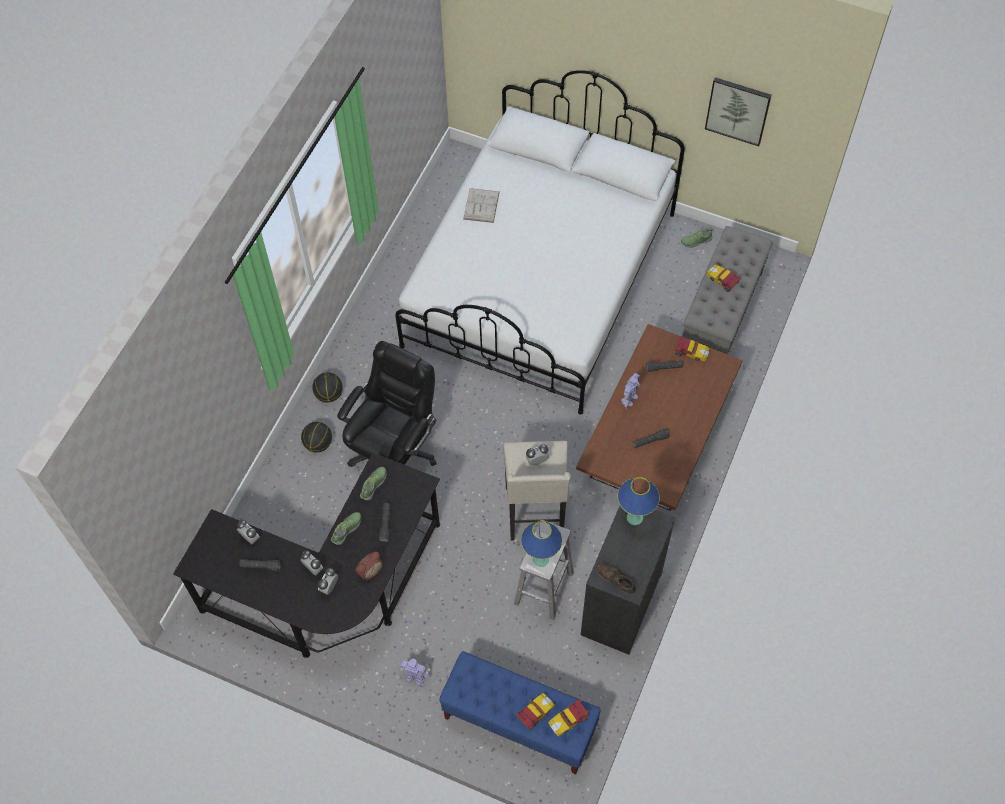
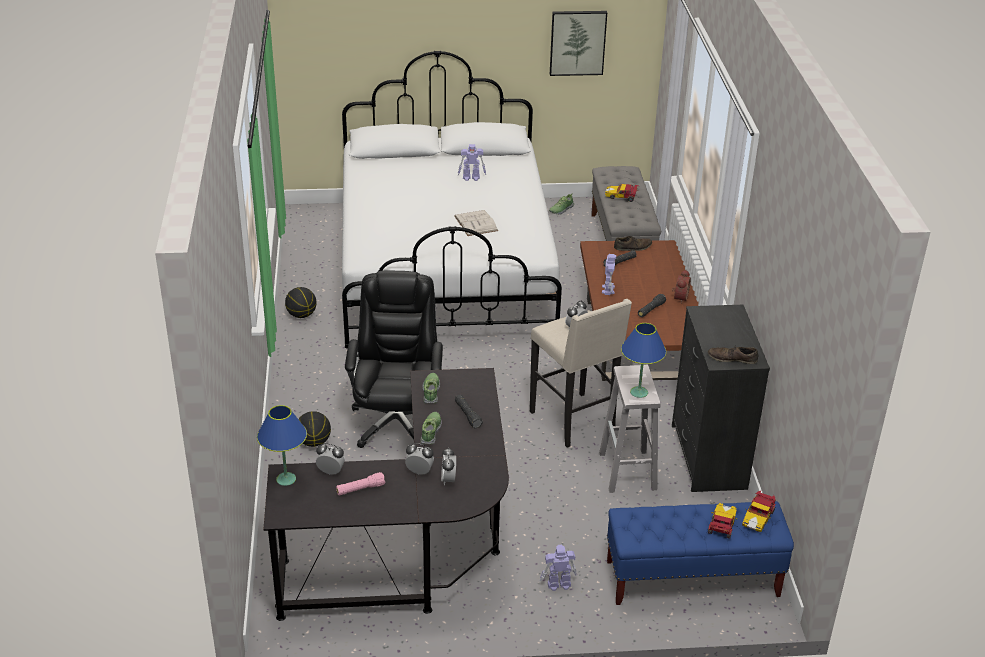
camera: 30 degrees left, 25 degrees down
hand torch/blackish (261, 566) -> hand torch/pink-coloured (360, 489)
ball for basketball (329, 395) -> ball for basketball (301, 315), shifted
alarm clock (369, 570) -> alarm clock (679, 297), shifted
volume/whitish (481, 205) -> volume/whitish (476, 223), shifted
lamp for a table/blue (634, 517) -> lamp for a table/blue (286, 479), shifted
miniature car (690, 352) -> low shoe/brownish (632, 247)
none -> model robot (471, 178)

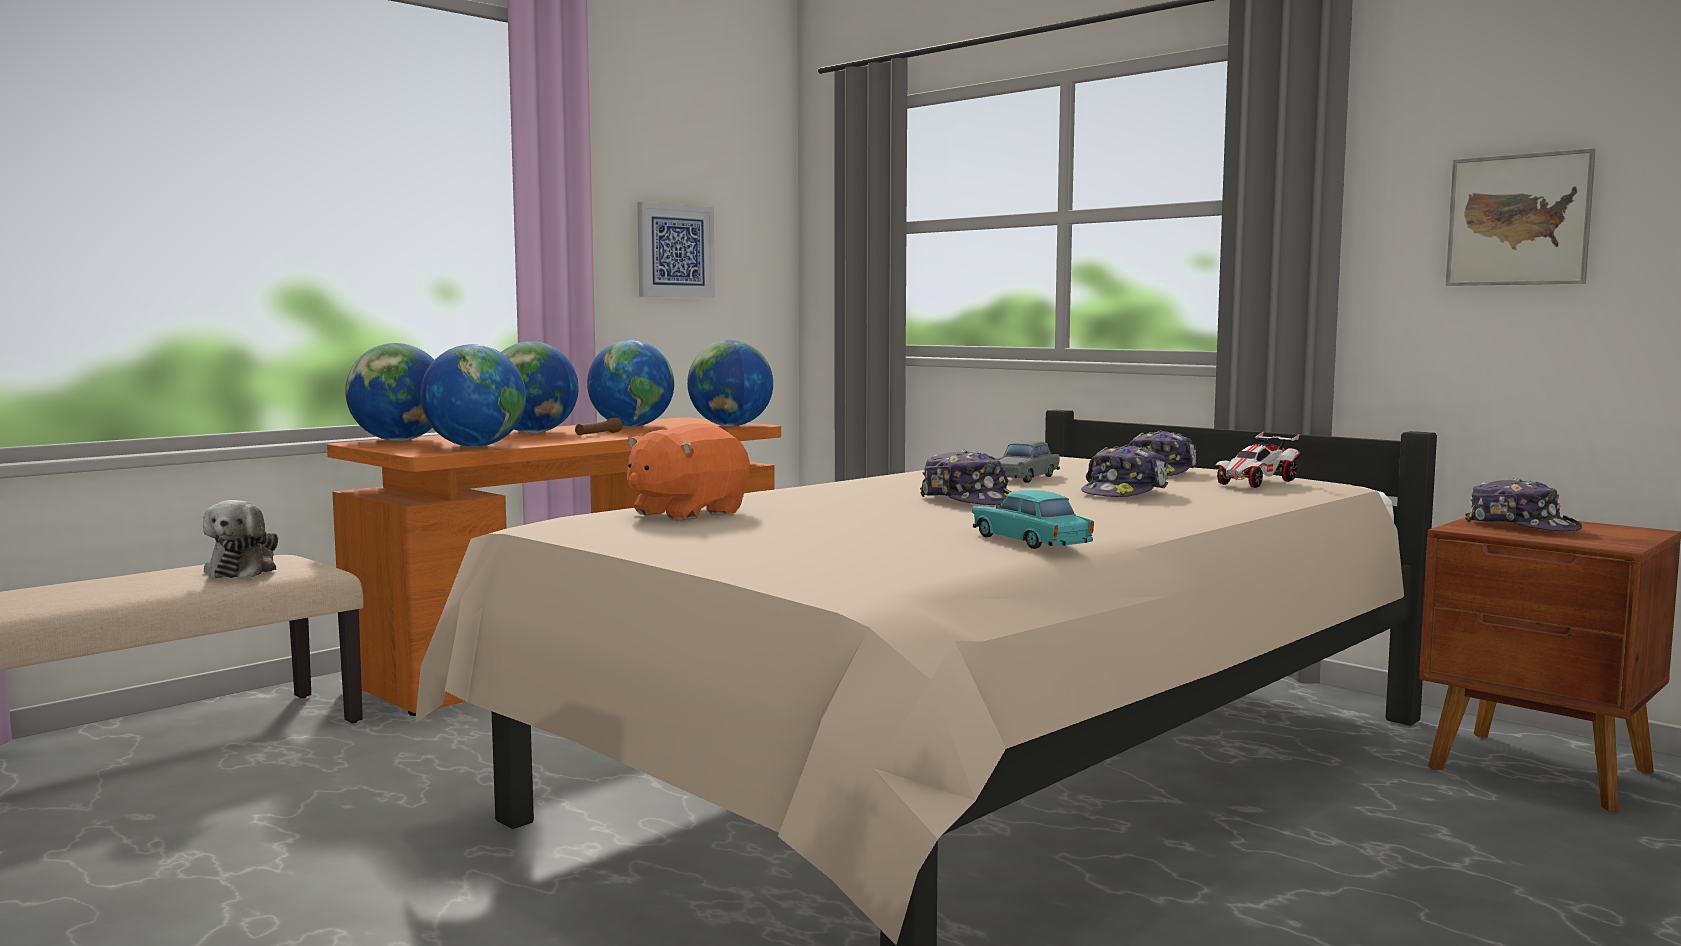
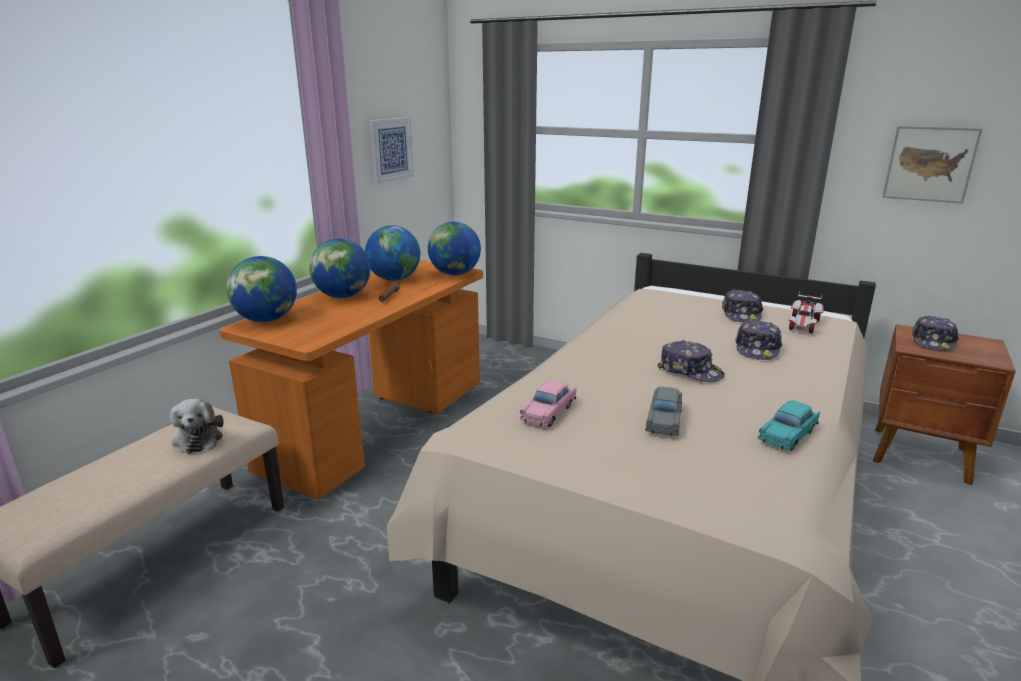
camera: 15 degrees left, 15 degrees up
world globe (475, 446) -> none
soft toy/orange (686, 513) -> miniature car/pink-coloured (549, 412)
miniature car/turquoise-coloured (1030, 541) -> miniature car/turquoise-coloured (788, 435), 90 degrees counterclockwise
miniature car/greyish (1025, 478) -> miniature car/greyish (664, 420), shifted
peaked cap (1522, 526) -> peaked cap (933, 342), 75 degrees clockwise

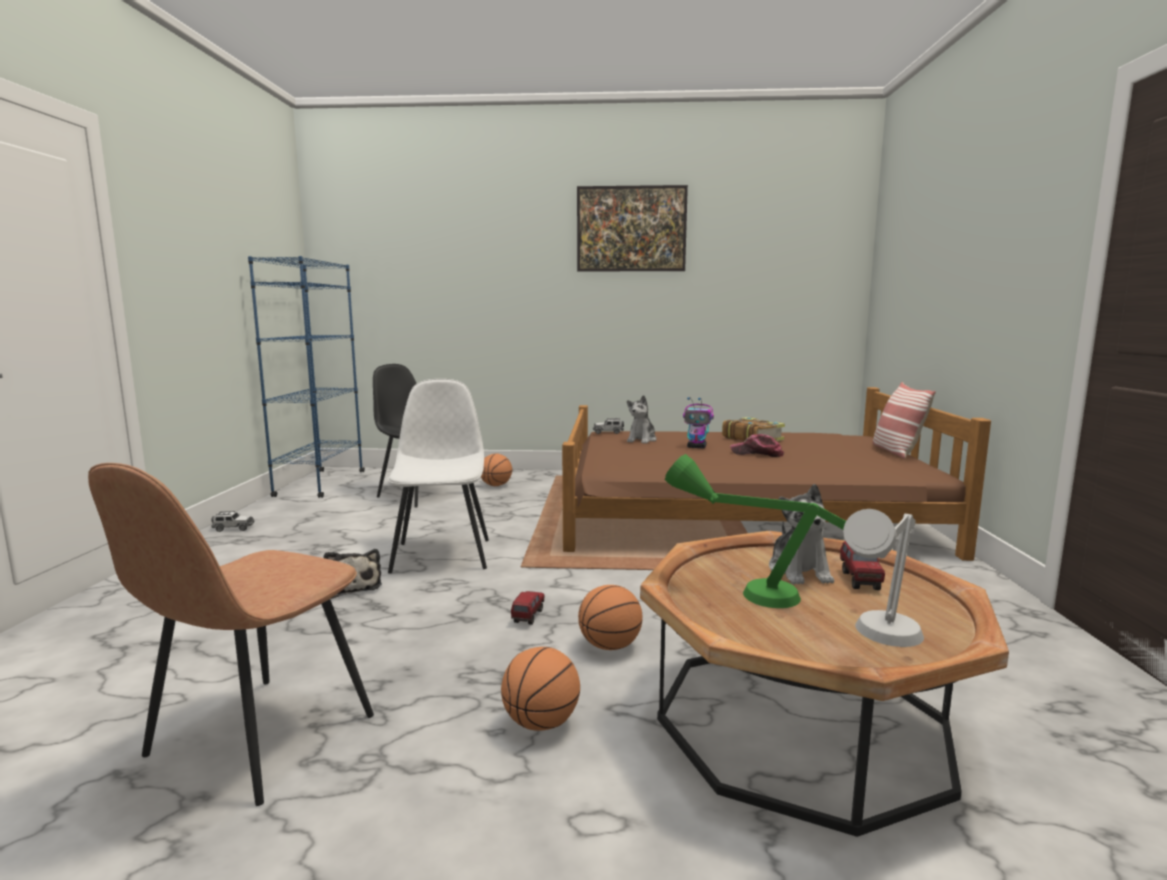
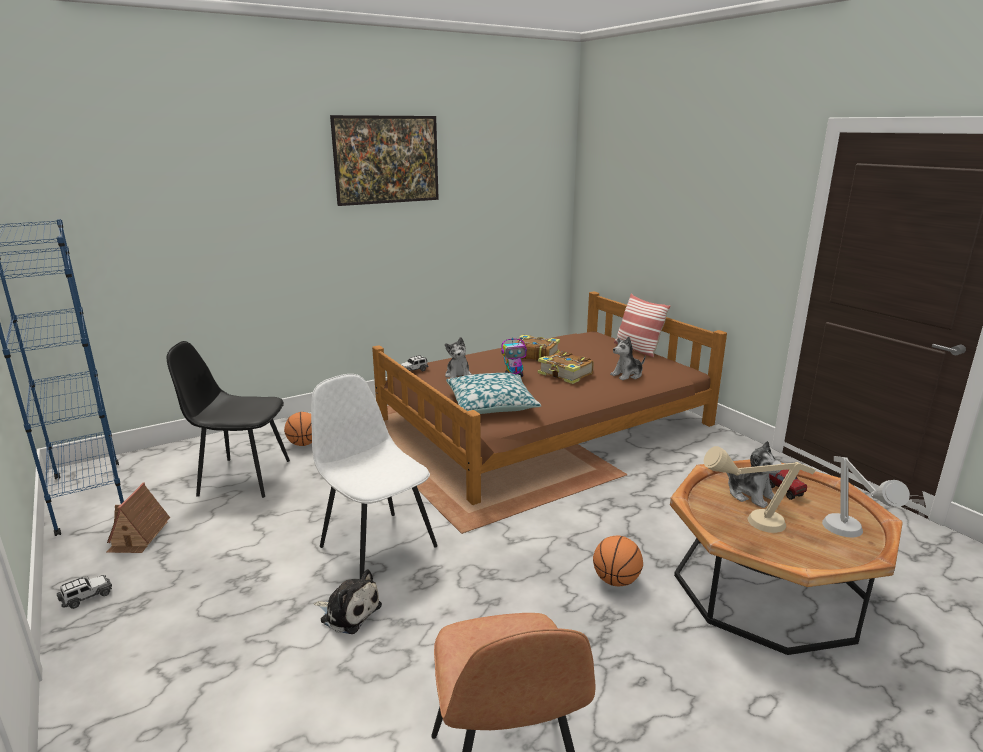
camera: 35 degrees left, 10 degrees up
ball for basketball (541, 723) -> none
model truck (528, 617) -> none
lamp for a table/greenish (742, 590) -> lamp for a table/sand-coloured (748, 523)
peaked cap (757, 453) -> volume (565, 375)
none -> toy house (138, 536)
none -> pillow (491, 404)
none -> soft toy (627, 375)

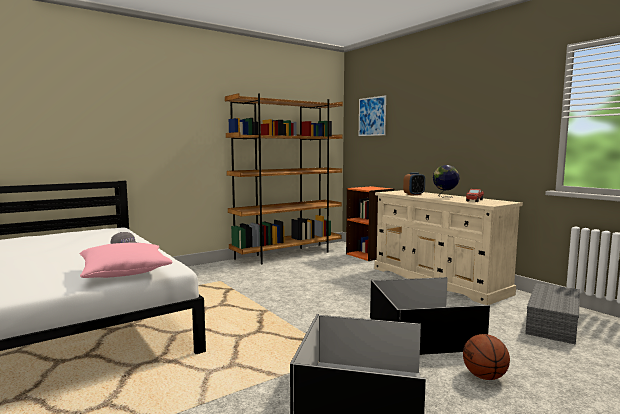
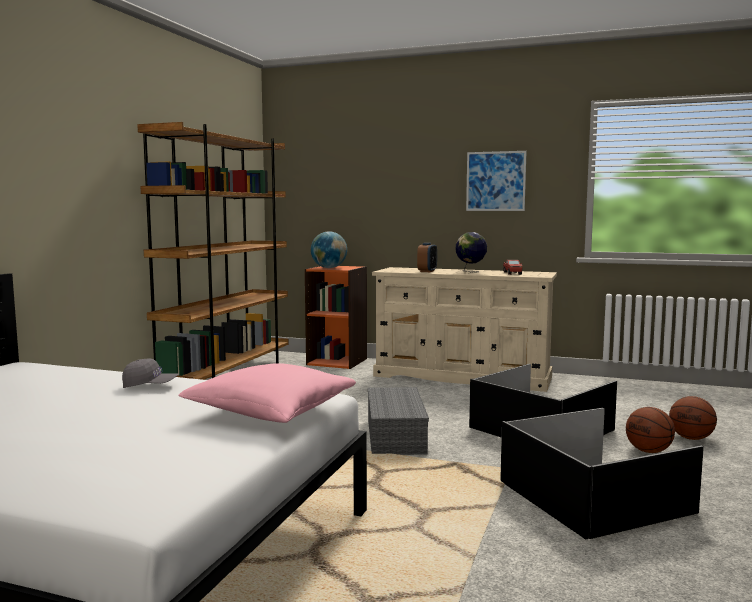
camera: 35 degrees left, 0 degrees up
wall art (372, 116) -> wall art (495, 181), shifted
storage box/greyish (551, 323) -> storage box/greyish (394, 435), shifted
none -> world globe (329, 268)
none -> ball for basketball (691, 438)

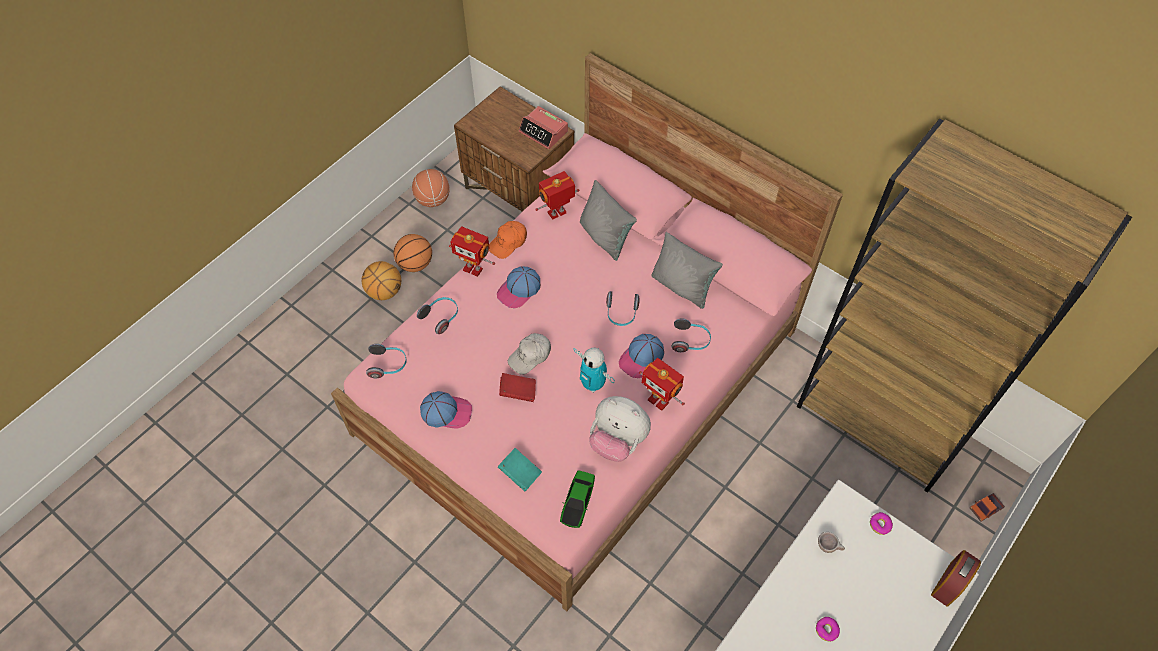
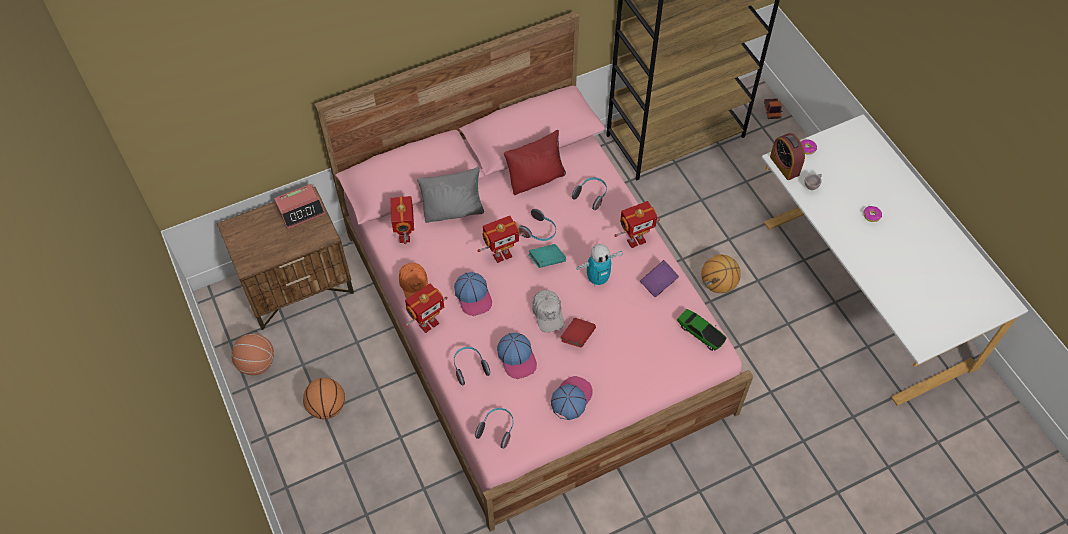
camera: 65 degrees left, 0 degrees up
ball for basketball (384, 292) -> ball for basketball (718, 284), shifted
volume/turquoise-coloured (520, 473) -> volume/turquoise-coloured (547, 261), shifted
soft toy (617, 441) -> volume/purple-coloured (658, 283)
peaked cap (641, 358) -> peaked cap (517, 357), shifted
pillow/greyish (682, 287) -> pillow/red-coloured (536, 178)
alarm clock (949, 583) -> alarm clock (784, 166), shifted
none -> model robot (502, 255)

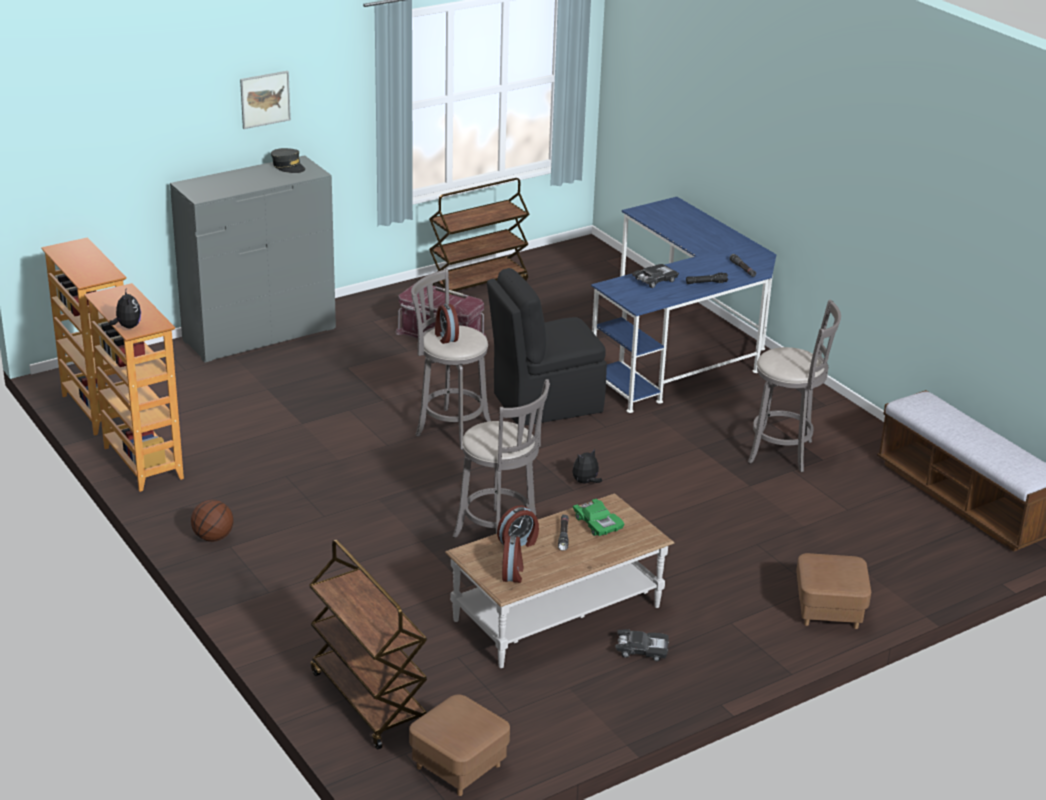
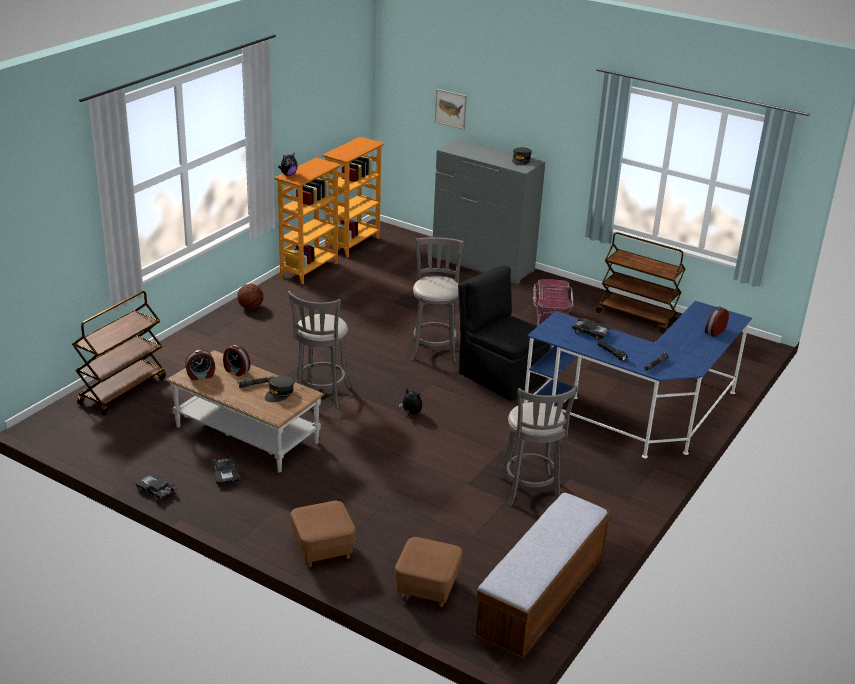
camera: 65 degrees right, 0 degrees up
wall art (265, 99) -> wall art (450, 108), shifted
pouffe/brownish (459, 766) -> pouffe/brownish (427, 587), shifted
alarm clock (445, 337) -> alarm clock (714, 331), shifted
miniature car/greenish (597, 523) -> peaked cap/greyish (279, 393)
none -> miniature car/blackish (156, 490)

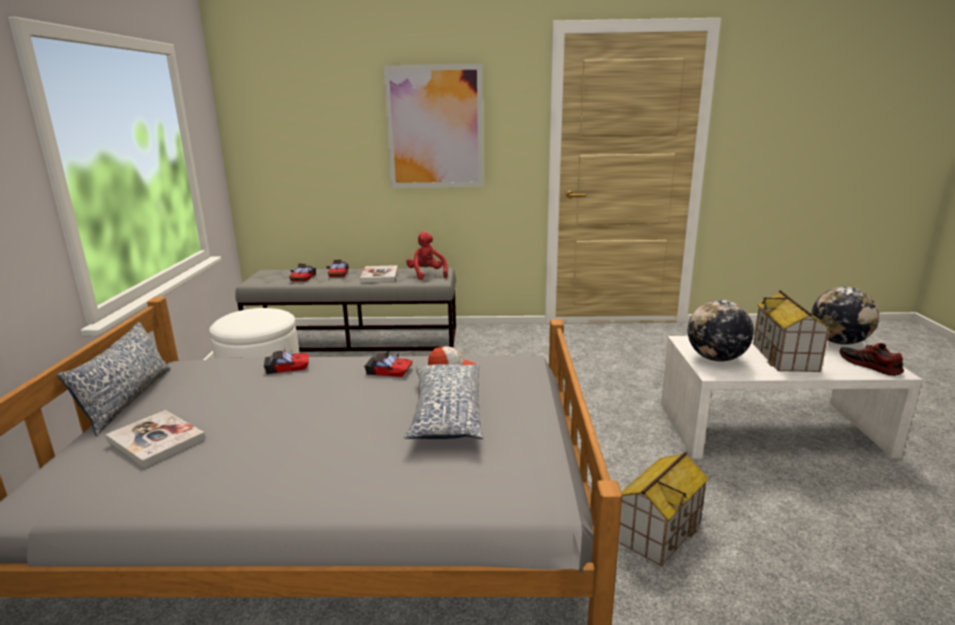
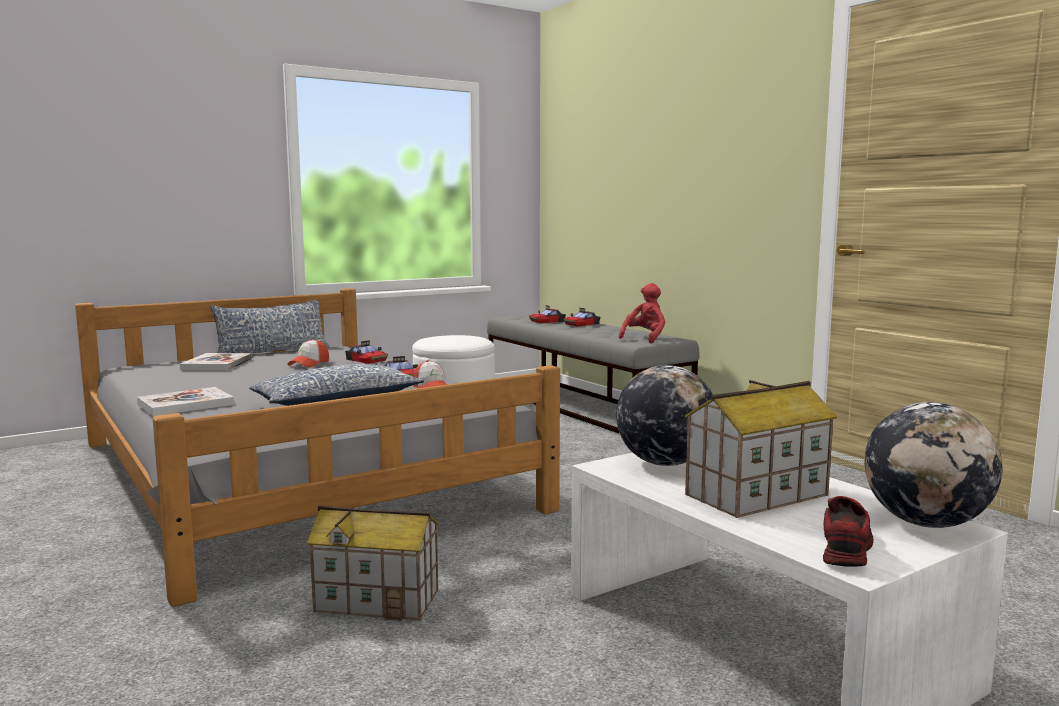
camera: 55 degrees right, 10 degrees down
volume (379, 275) -> volume (185, 404), shifted
wall art (435, 127) -> none
none -> peaked cap (309, 364)

